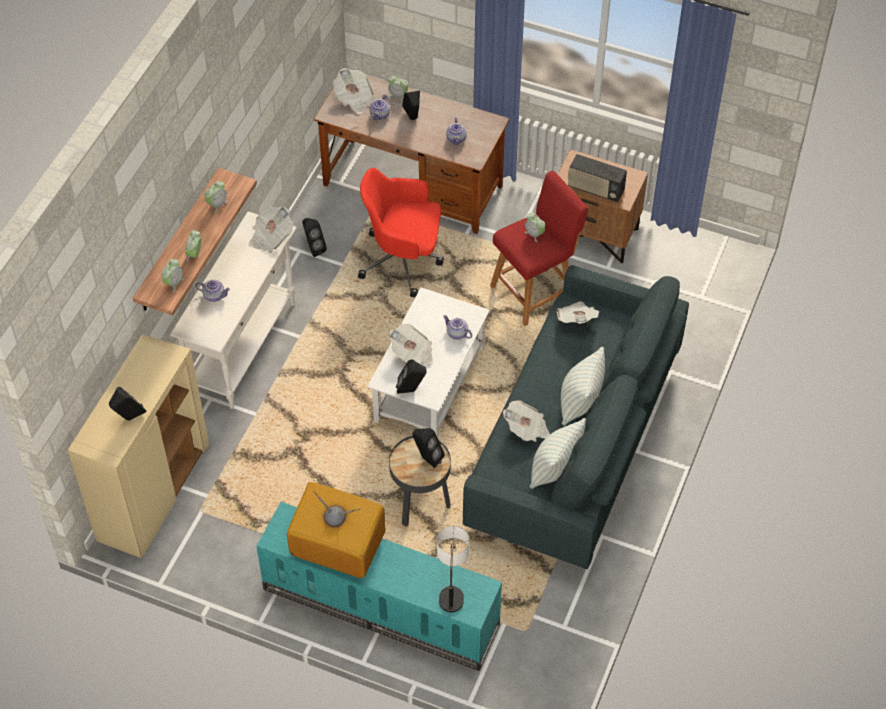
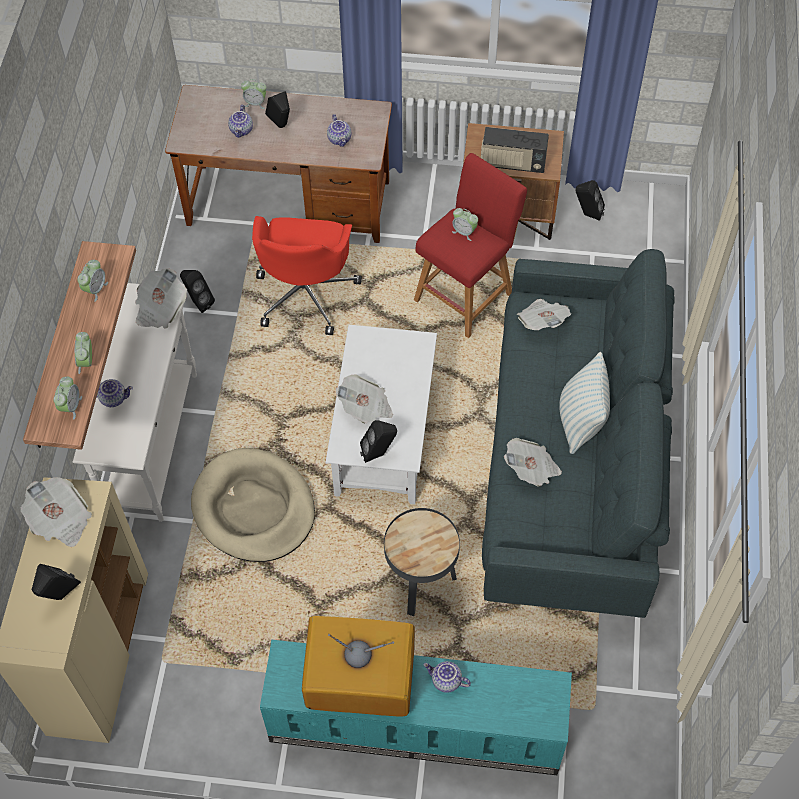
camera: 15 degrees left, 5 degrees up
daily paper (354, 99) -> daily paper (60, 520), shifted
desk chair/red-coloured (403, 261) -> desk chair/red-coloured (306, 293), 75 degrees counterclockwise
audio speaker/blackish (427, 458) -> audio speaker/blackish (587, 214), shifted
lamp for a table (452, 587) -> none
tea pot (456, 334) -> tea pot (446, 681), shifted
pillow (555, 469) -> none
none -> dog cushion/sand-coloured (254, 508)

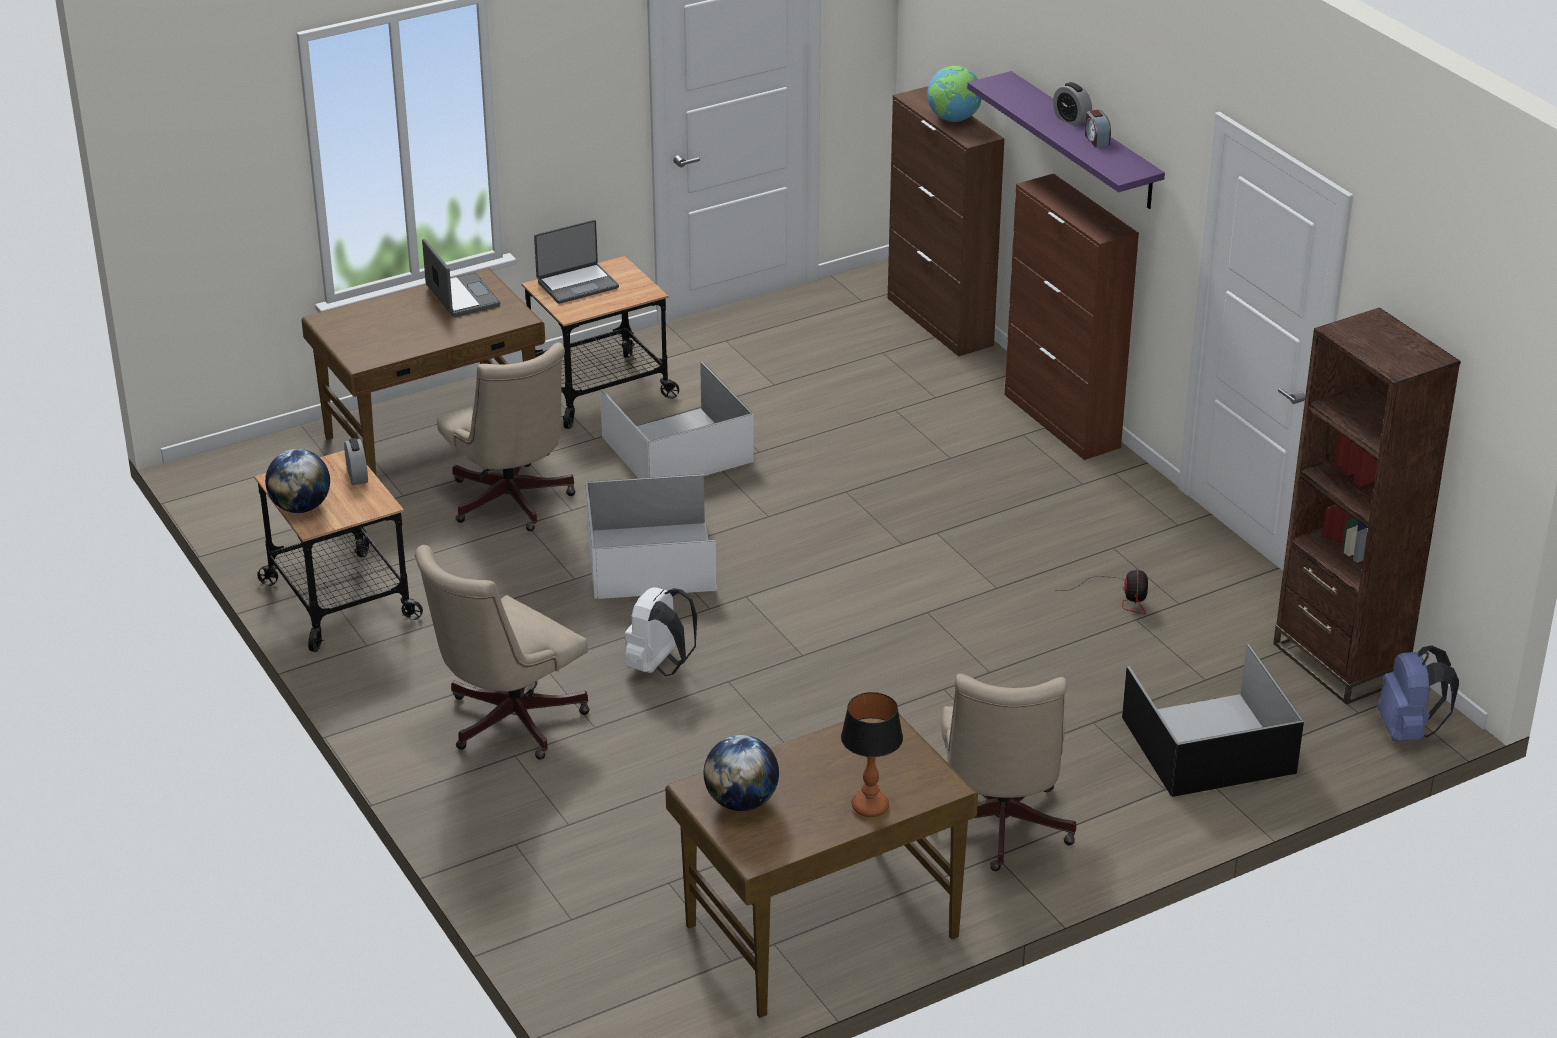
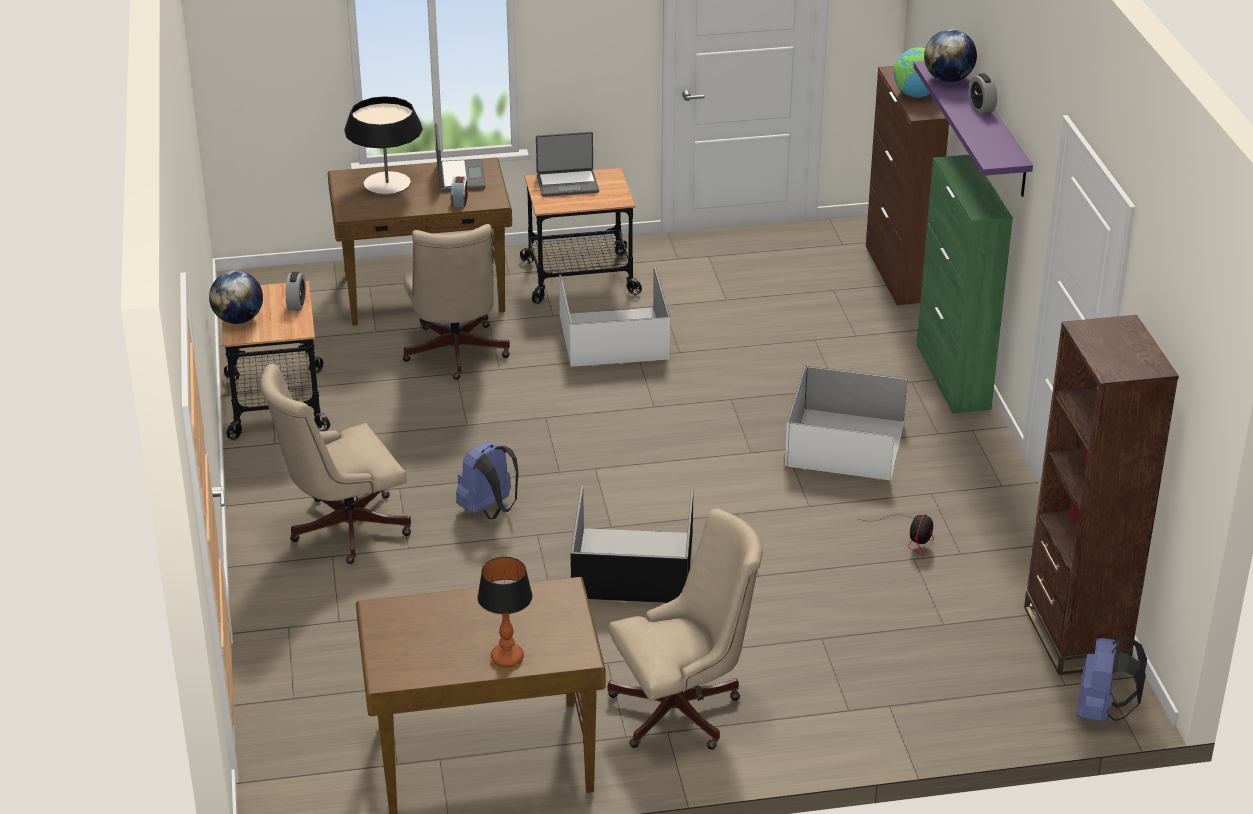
camera: 20 degrees right, 0 degrees up
storage box/whitish (651, 561) -> storage box/whitish (845, 444), shifted
rucksack/whitish (659, 666) -> rucksack/blue (489, 510)
world globe (741, 802) -> world globe (948, 79), shifted
desk chair/sand-coloured (999, 829) -> desk chair/sand-coloured (684, 710), 135 degrees counterclockwise
cabinet/brownish (1062, 421) -> cabinet/greenish (953, 377)
alarm clock (1096, 139) -> alarm clock (459, 200), shifted
storage box/blackish (1210, 744) -> storage box/blackish (634, 565), shifted
none -> lamp for a table (387, 183)

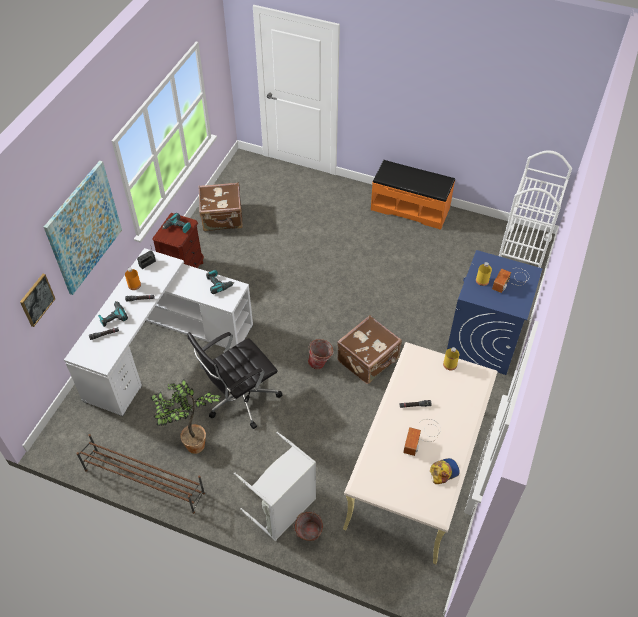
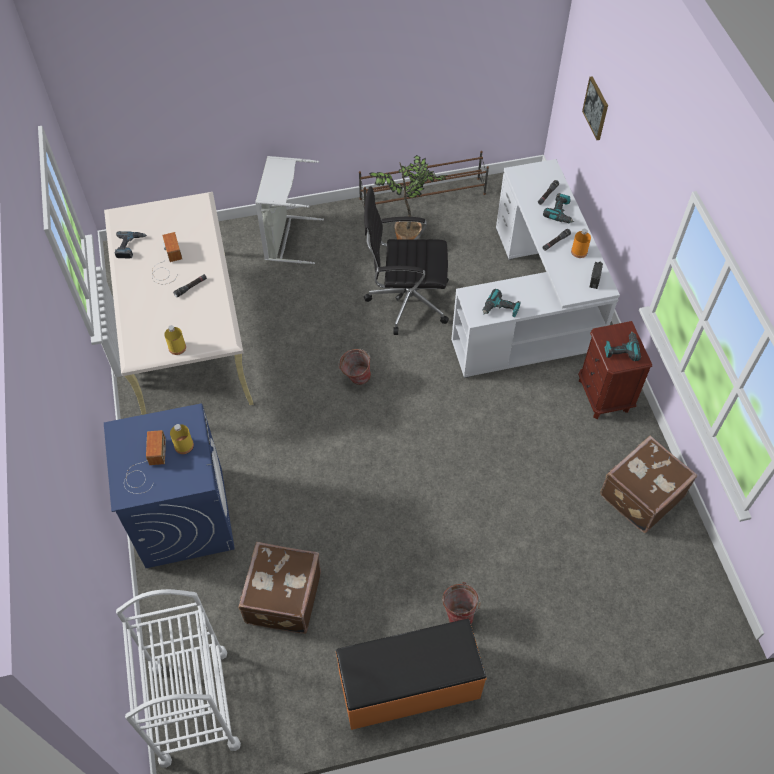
camera: 145 degrees right, 5 degrees up
wall art (84, 228) -> none
desk chair/blackish (240, 398) -> desk chair/blackish (406, 300), 105 degrees counterclockwise
pail (308, 536) -> pail (459, 613), shifted
travel case/brownish (369, 360) -> travel case/brownish (281, 598), shifted
peaked cap (443, 471) -> power drill (130, 246)

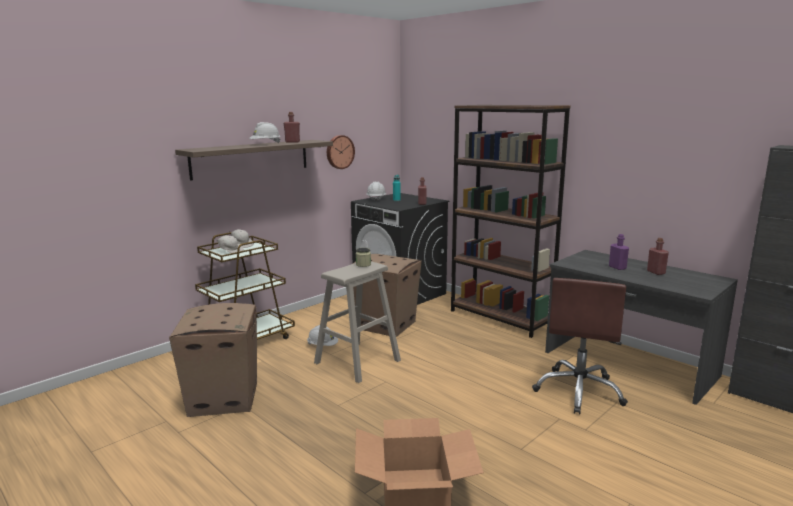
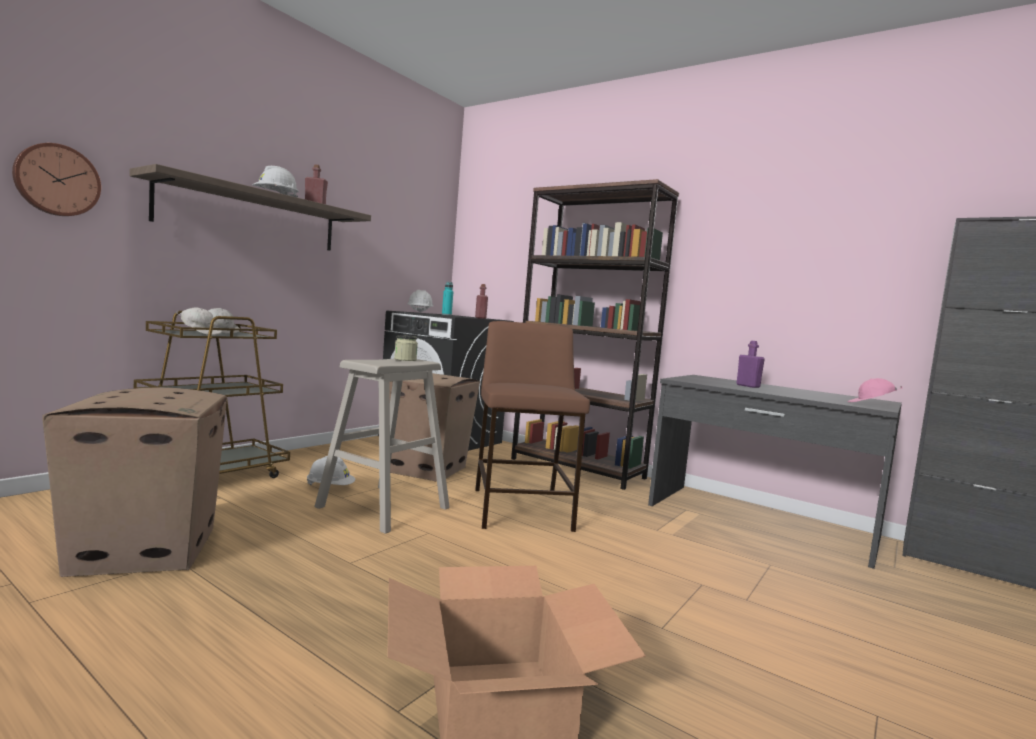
camera: 10 degrees left, 10 degrees down
hanging clock (339, 152) -> hanging clock (57, 180), shifted
desk chair/brownish (579, 391) -> none
beverage bottle/red-coloured (656, 272) -> none
none -> stool/brownish (522, 509)
none -> peaked cap/pink-coloured (871, 405)

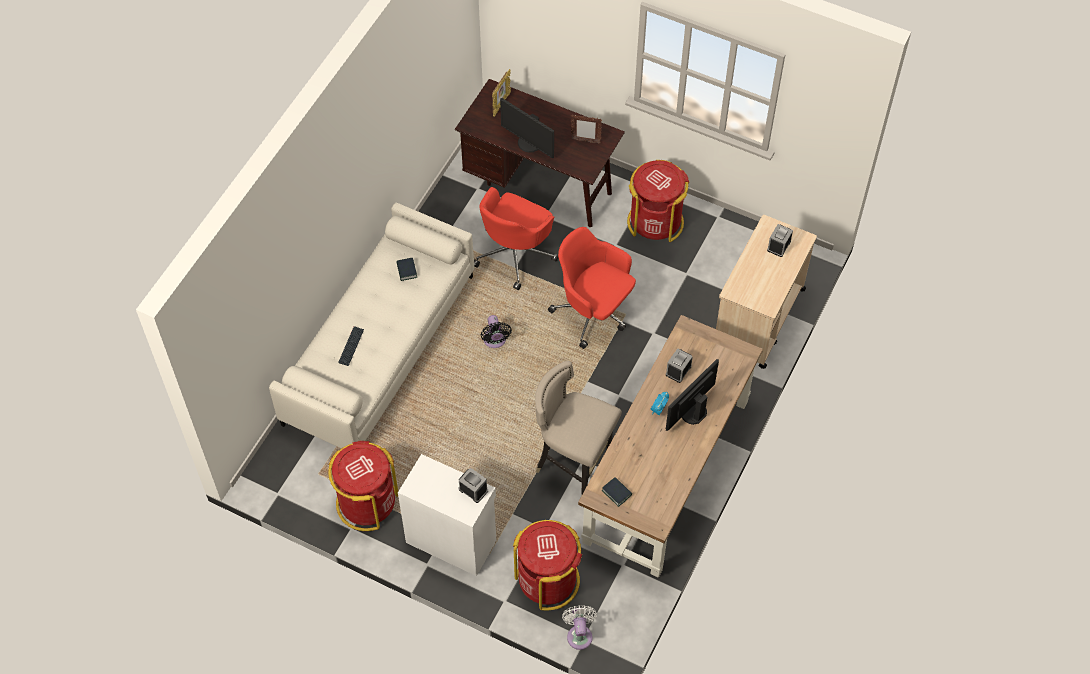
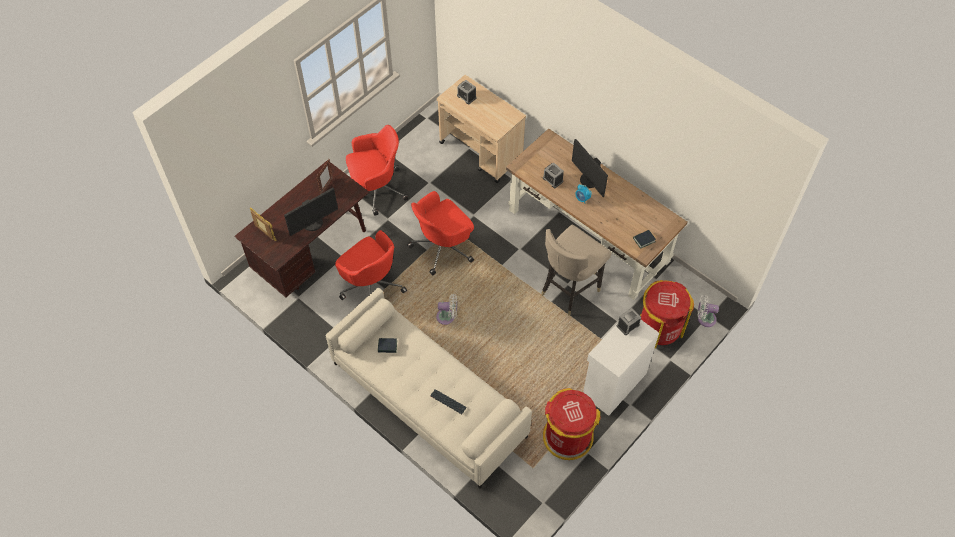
camera: 75 degrees left, 0 degrees up
electric fan/blackish (495, 341) -> electric fan/whitish (447, 317)
waste bin/red-coloured (655, 221) -> desk chair/red-coloured (376, 189)

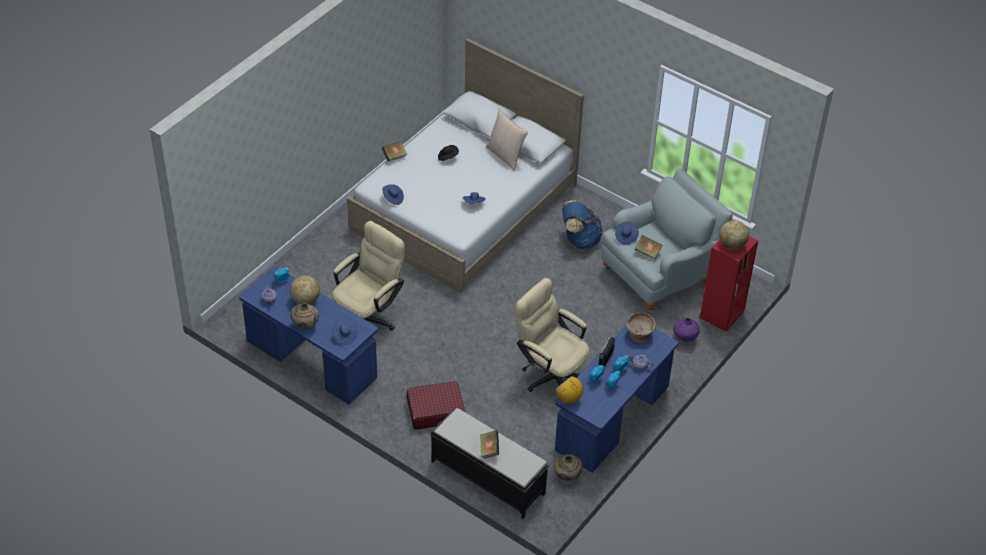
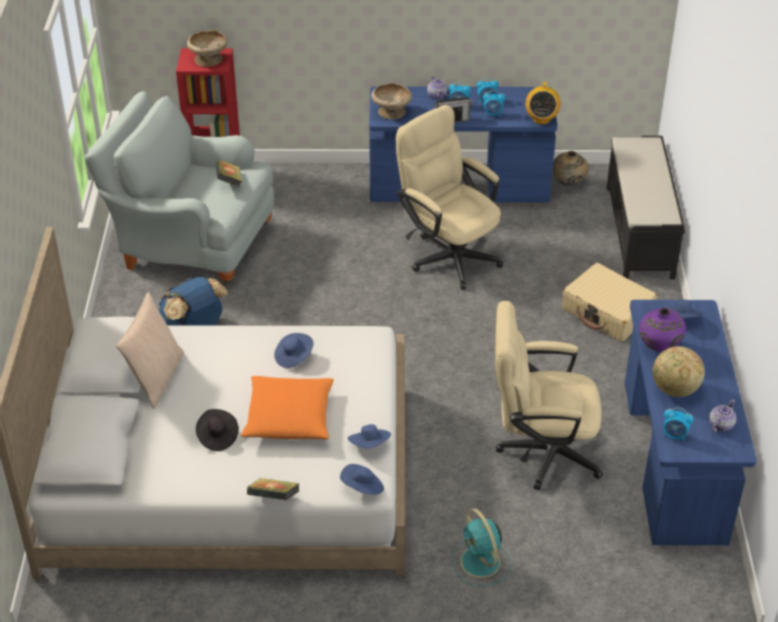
camera: 125 degrees left, 5 degrees down
flower vase/sand-coloured (305, 325) -> none
travel case/red-coloured (435, 411) -> travel case/sand-coloured (607, 312)
volume (489, 449) -> none
desk chair/sand-coloured (550, 374) -> desk chair/sand-coloured (448, 254), 135 degrees clockwise
hat/blue (626, 237) -> hat/blue (362, 488), shifted
flower vase/purple-coloured (684, 338) -> flower vase/purple-coloured (659, 348), shifted
world globe (732, 245) -> serving bowl/sand-coloured (208, 60)
none -> pillow/orange (289, 417)
none -> electric fan/turquoise-coloured (481, 563)

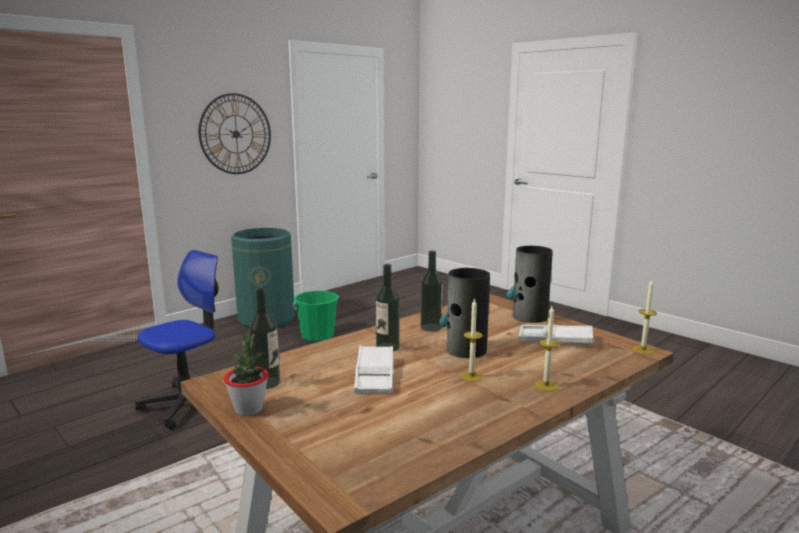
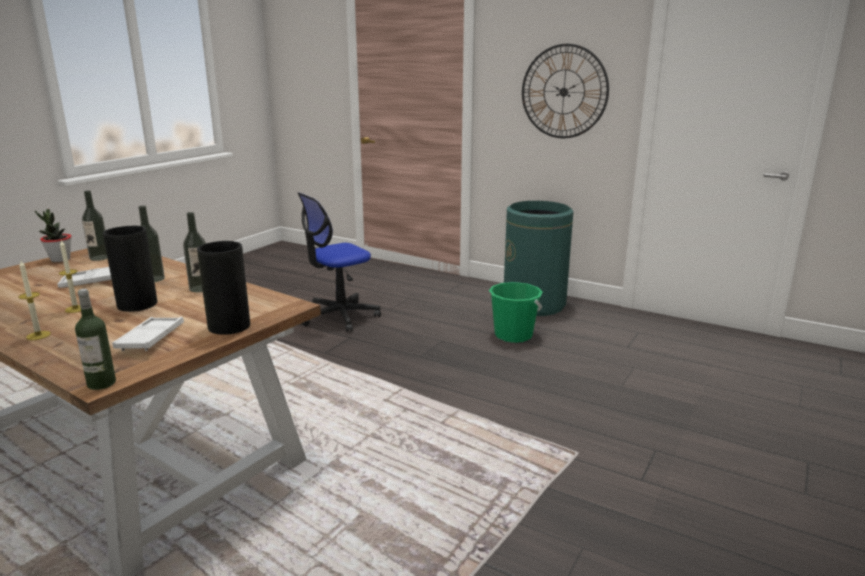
camera: 75 degrees right, 5 degrees up
desk chair (189, 404) -> desk chair (339, 316), 120 degrees clockwise
wax light (643, 350) -> beverage bottle (101, 383)

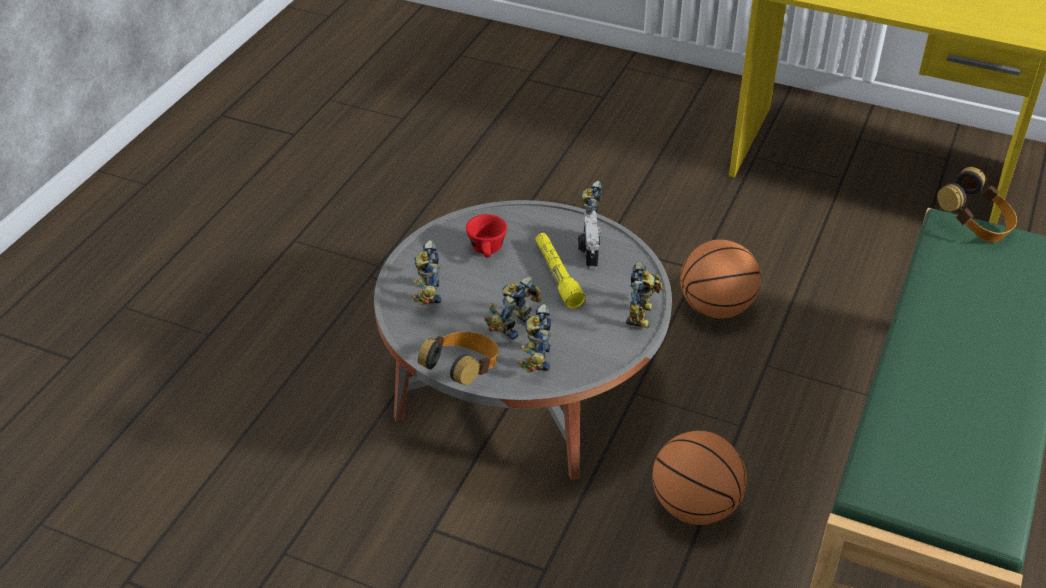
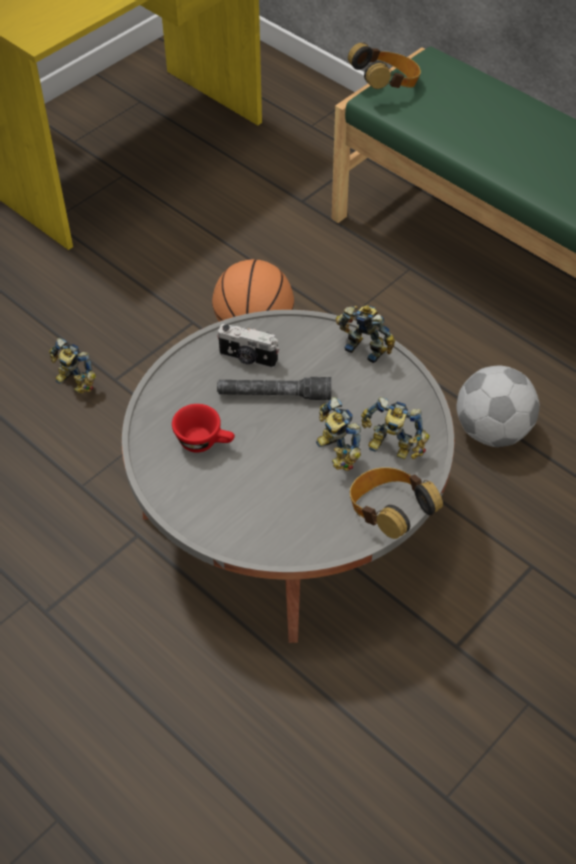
camera: 70 degrees left, 10 degrees up
model robot (426, 293) -> none
hand torch/yellowish (557, 275) -> hand torch/greyish (274, 395)
ball for basketball (695, 507) -> football (493, 431)

